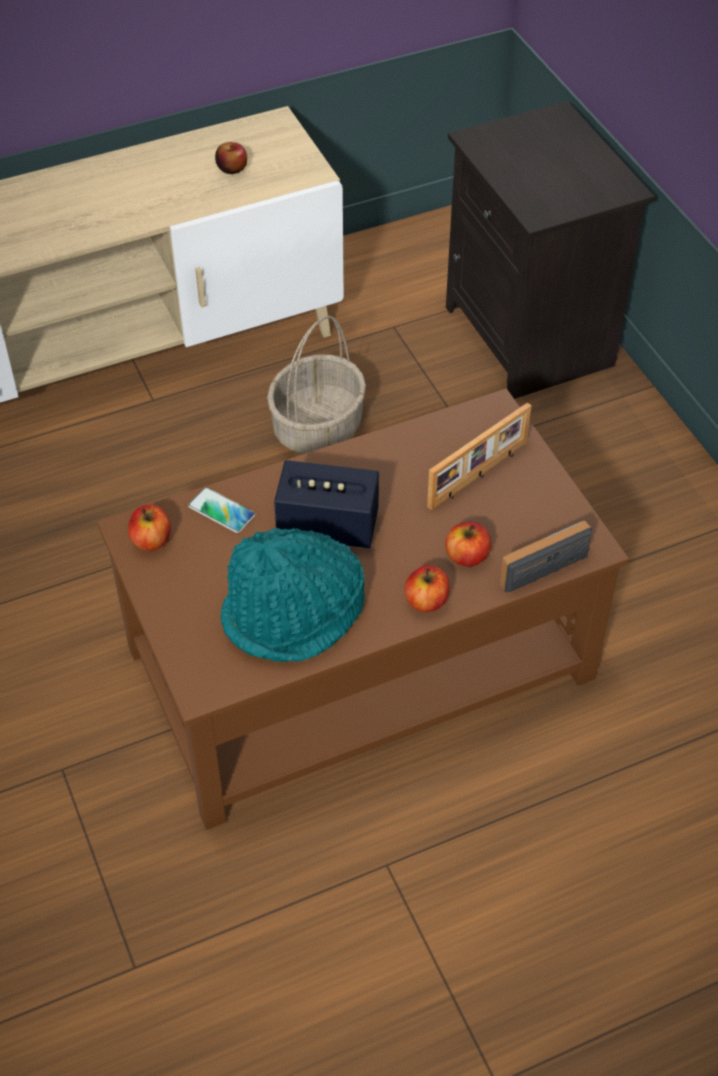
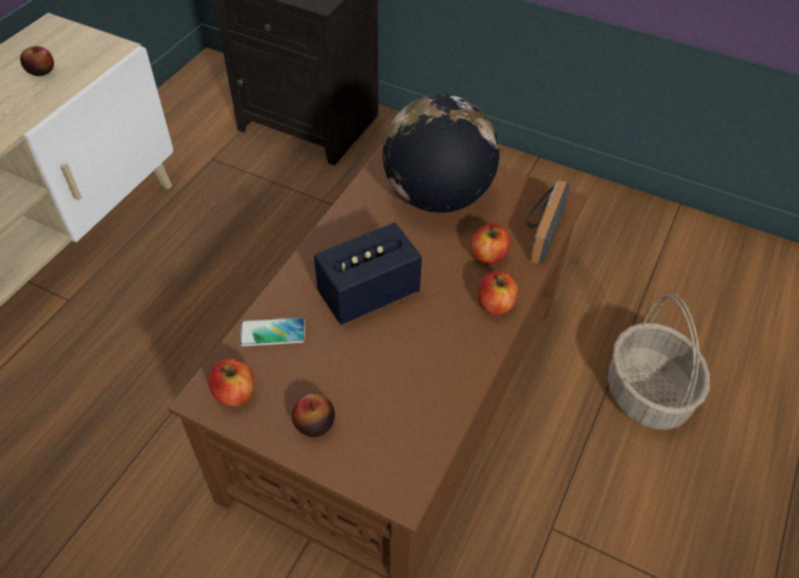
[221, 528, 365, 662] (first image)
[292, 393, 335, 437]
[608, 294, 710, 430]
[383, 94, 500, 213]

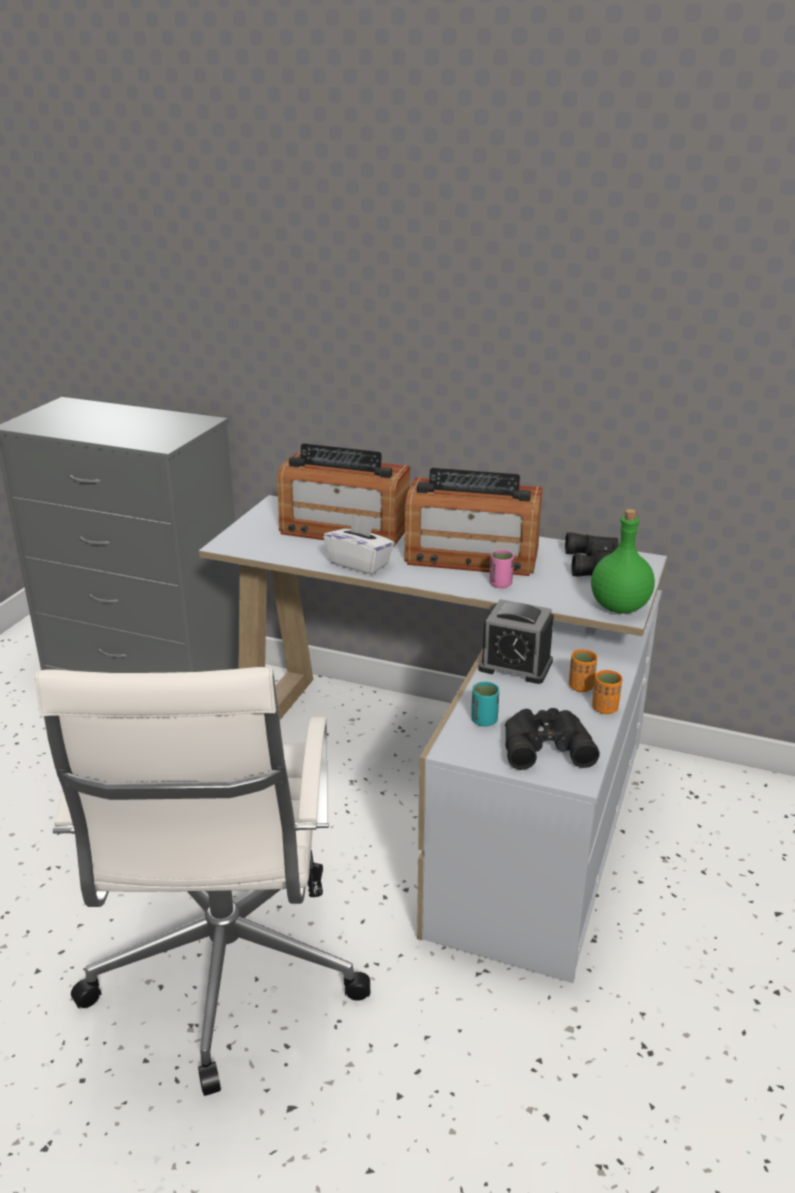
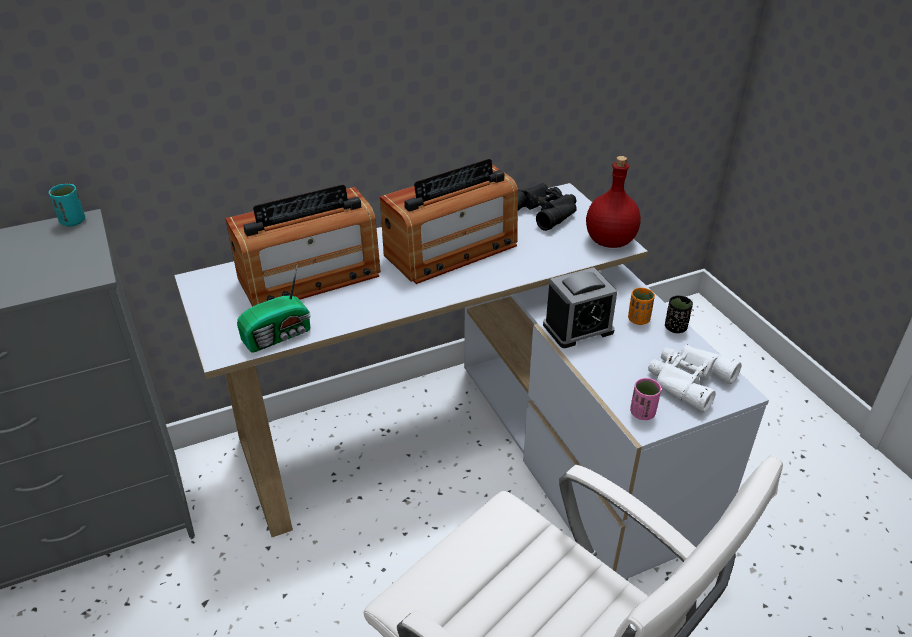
[324, 515, 395, 575] (first image)
[237, 263, 311, 353]
[49, 184, 85, 226]
[630, 378, 661, 420]
[648, 344, 742, 412]
[586, 156, 641, 248]
[665, 295, 693, 333]

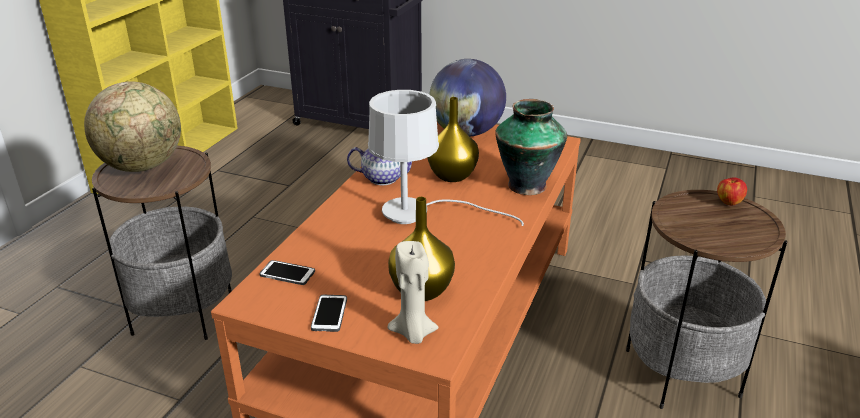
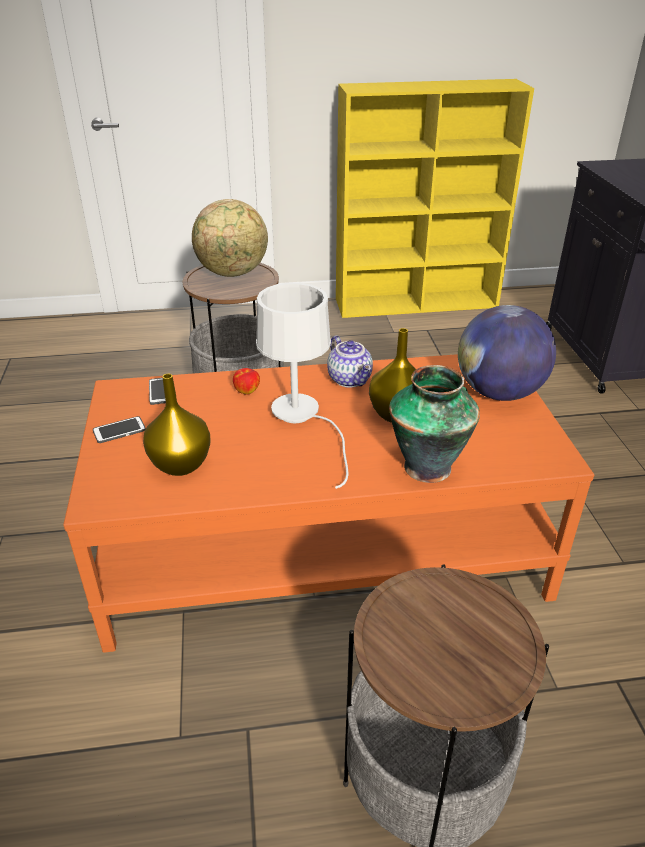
[387, 241, 439, 344] (first image)
[233, 368, 260, 395]

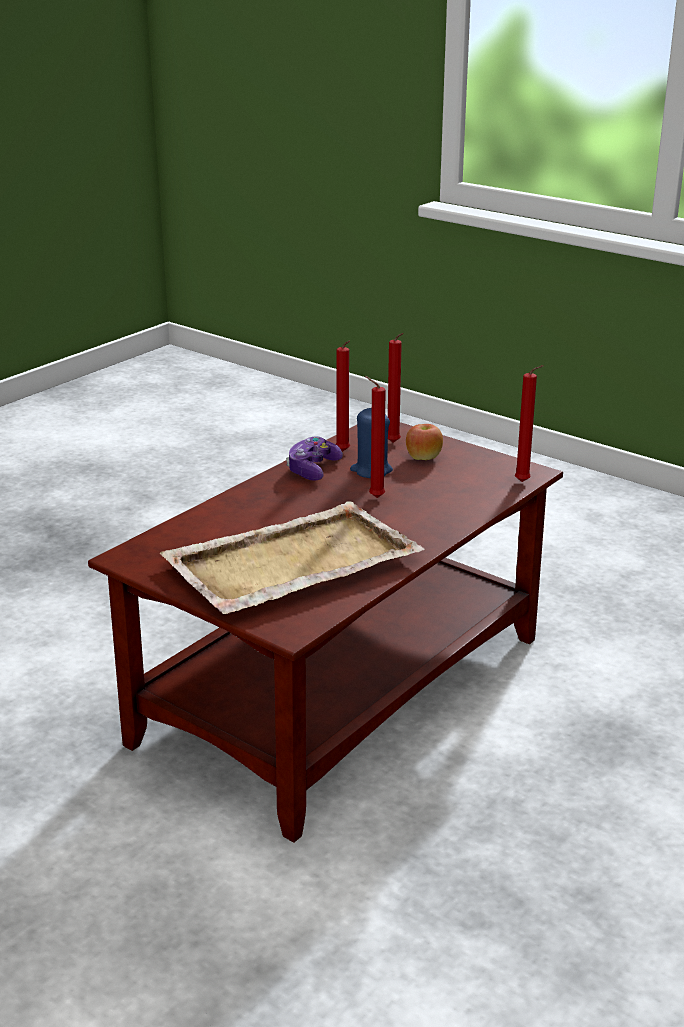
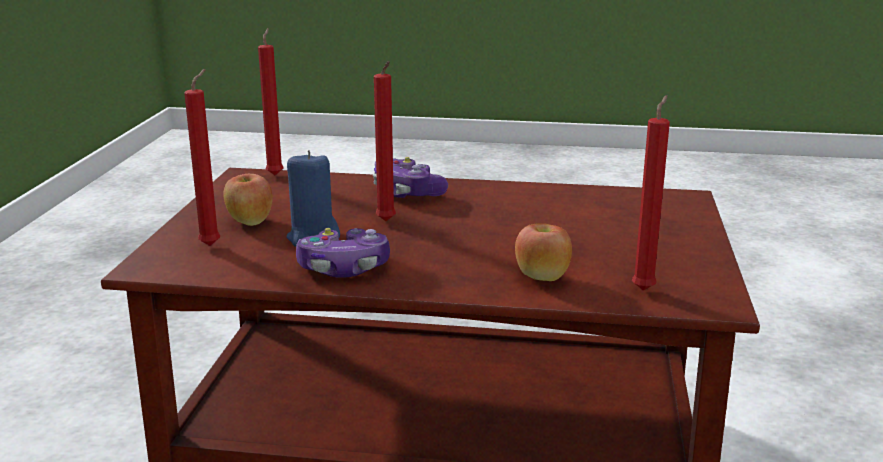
[159, 501, 425, 614] (first image)
[373, 157, 448, 198]
[515, 223, 572, 281]
[632, 95, 670, 291]

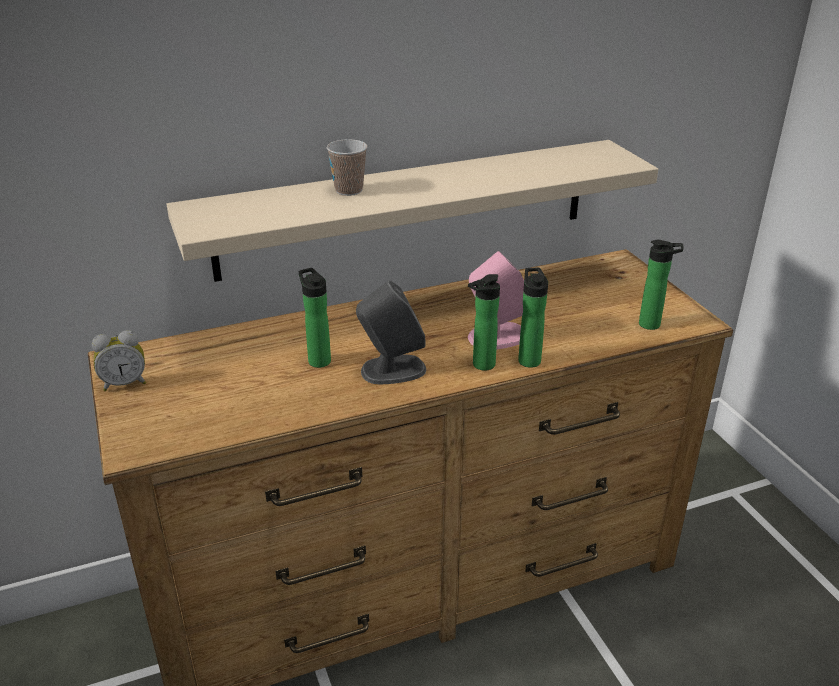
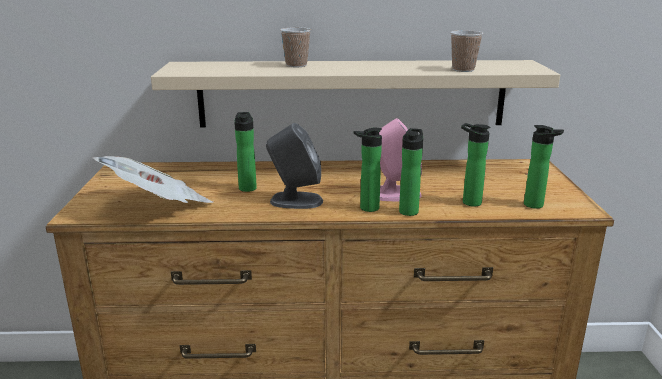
[92, 330, 146, 391] (first image)
[92, 156, 214, 203]
[450, 30, 483, 72]
[461, 123, 490, 207]

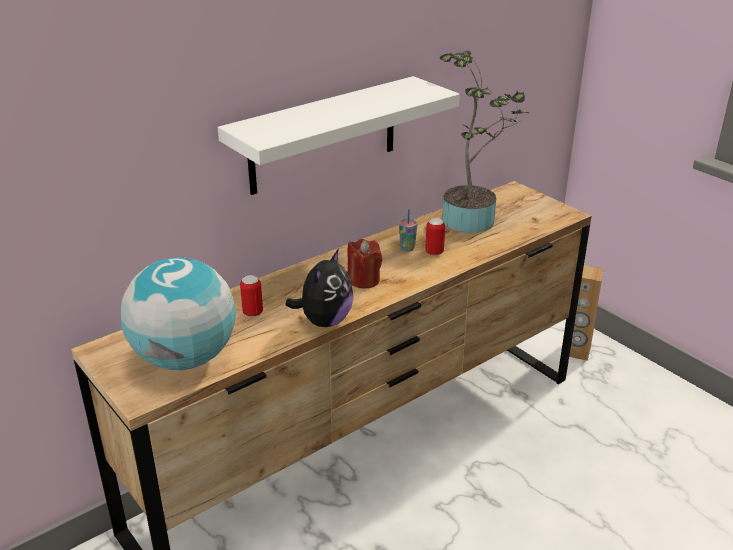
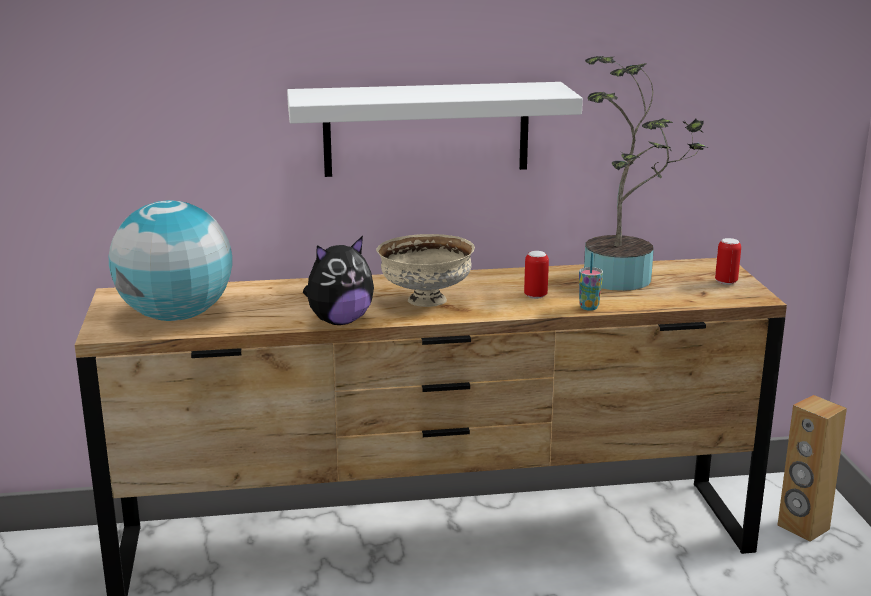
[715, 238, 741, 285]
[579, 253, 603, 311]
[376, 234, 475, 307]

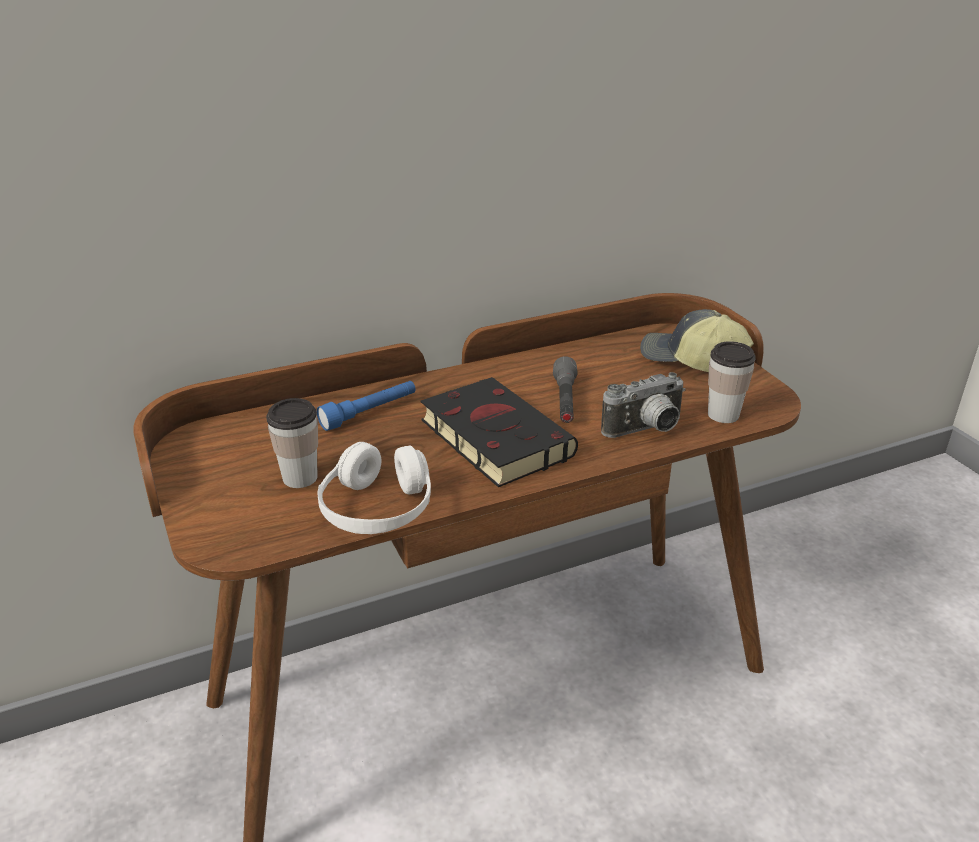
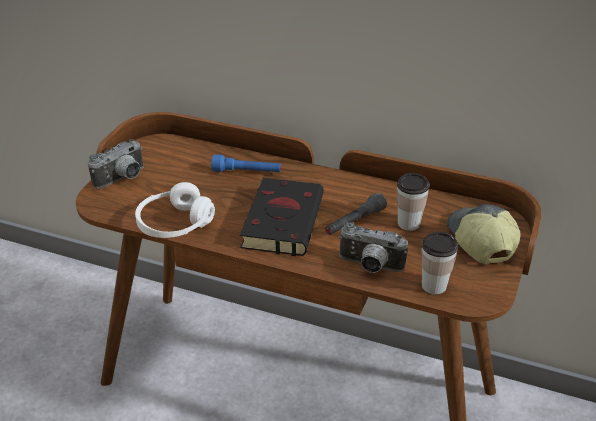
[88, 139, 143, 189]
[397, 173, 430, 231]

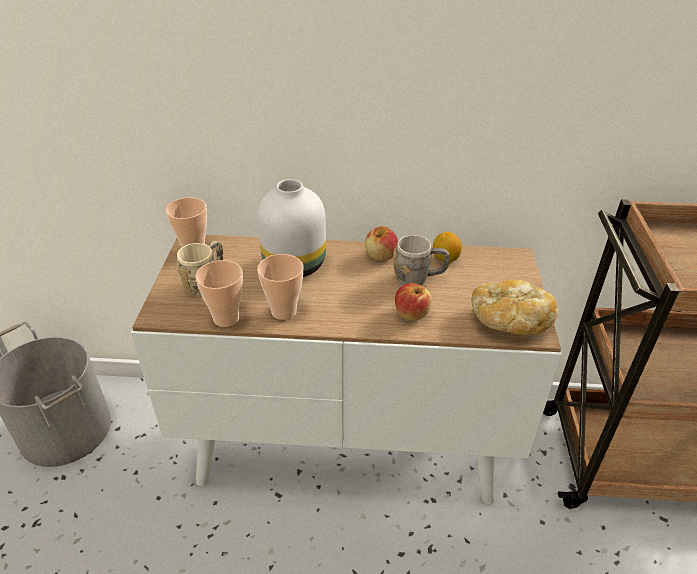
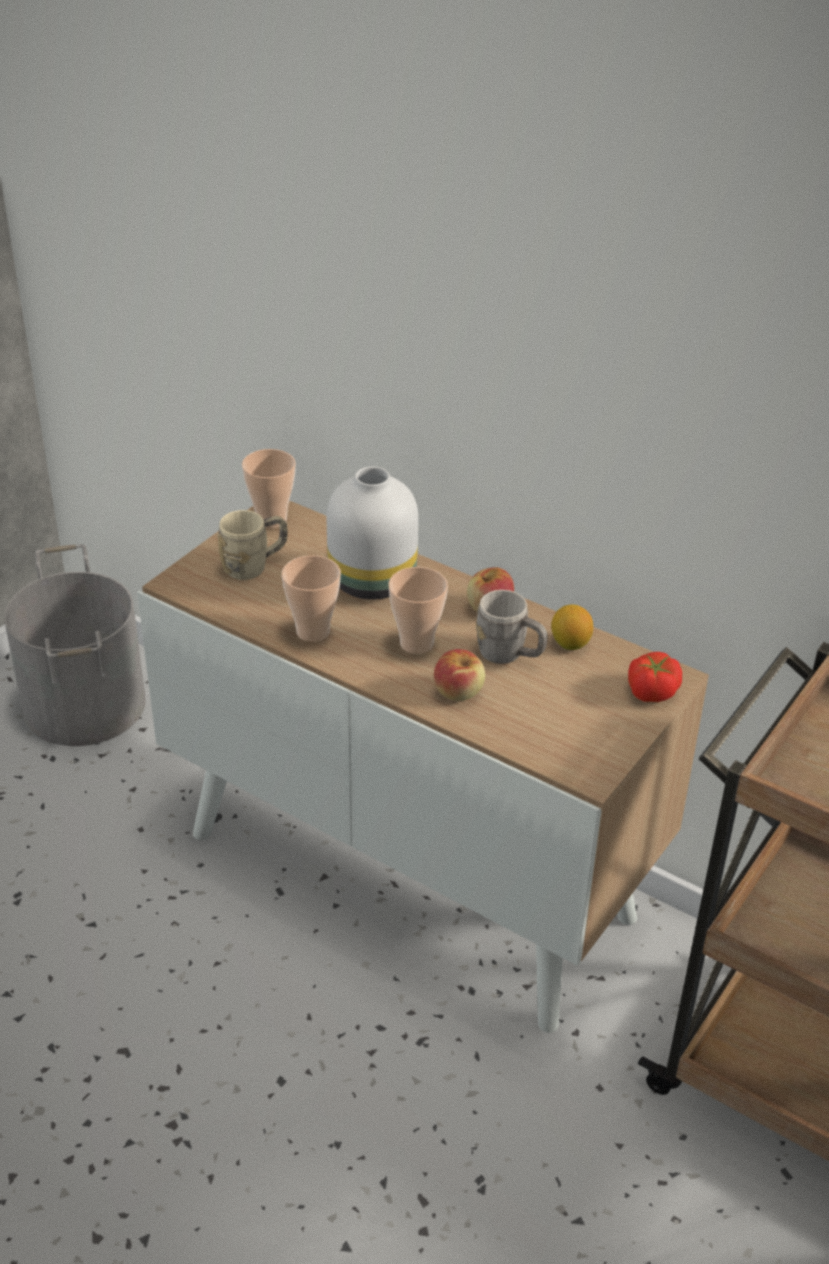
[472, 280, 558, 335] (first image)
[628, 652, 682, 702]
[388, 567, 448, 654]

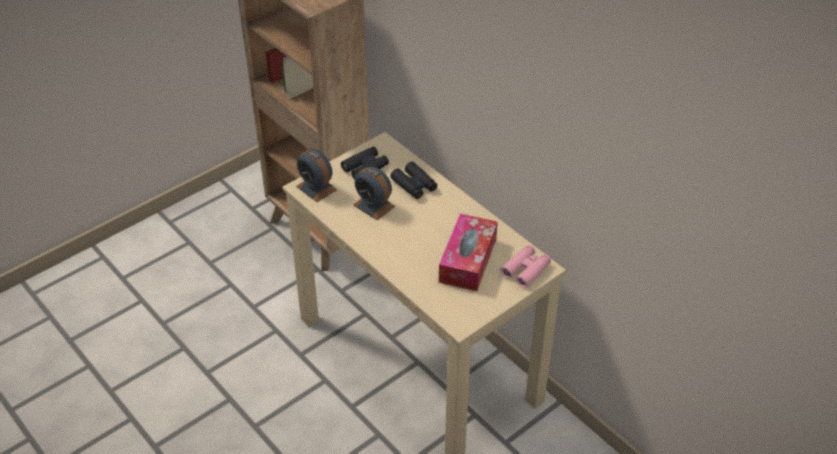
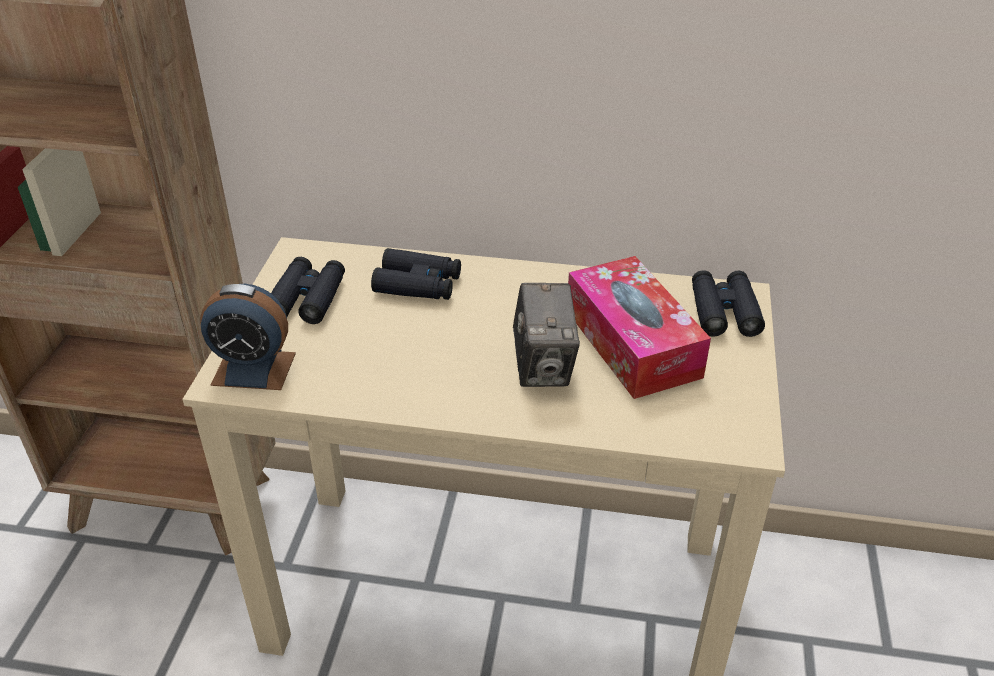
[353, 167, 395, 220] (first image)
[513, 283, 580, 387]
[692, 270, 765, 337]

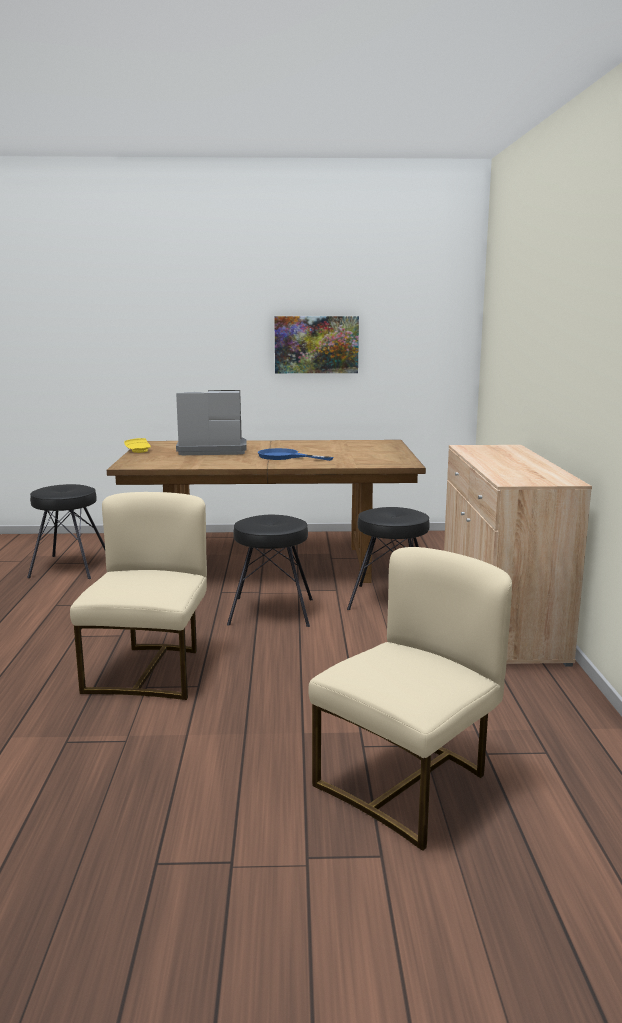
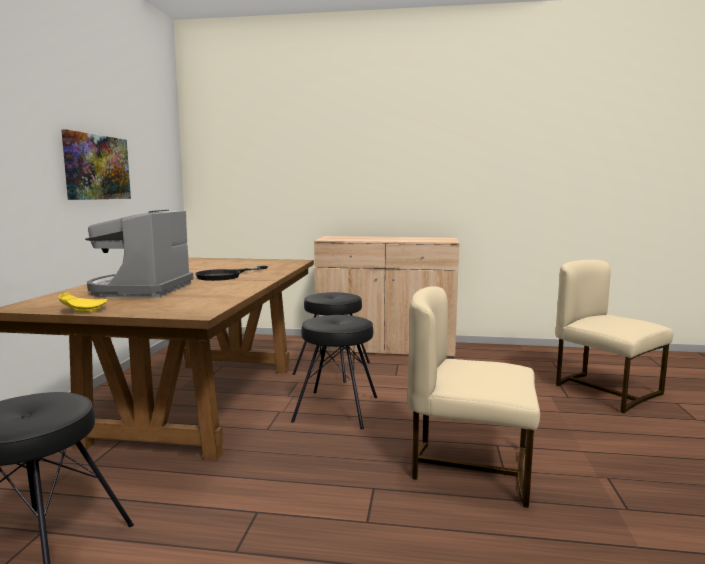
[195, 266, 268, 281]

